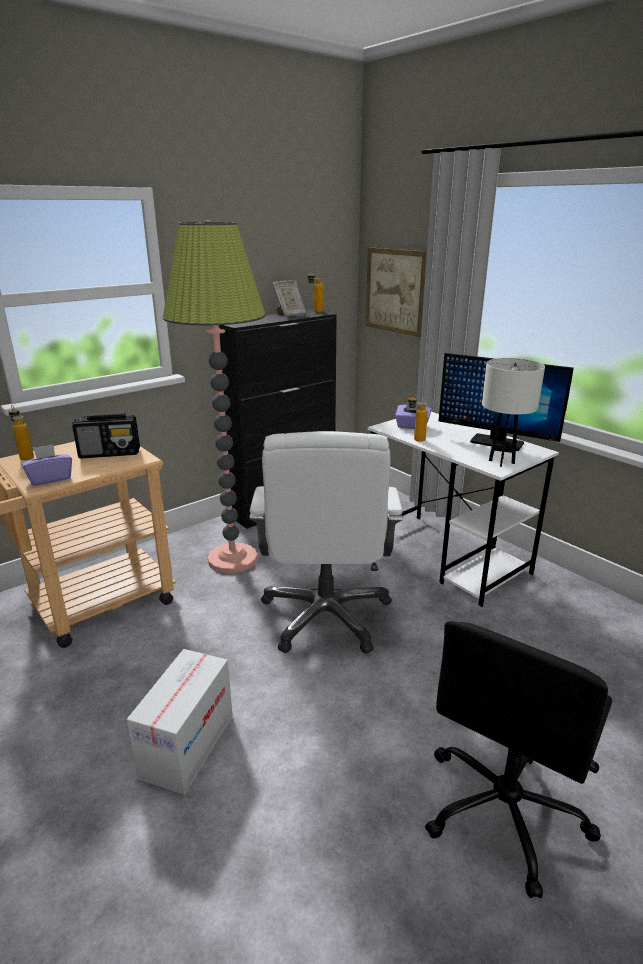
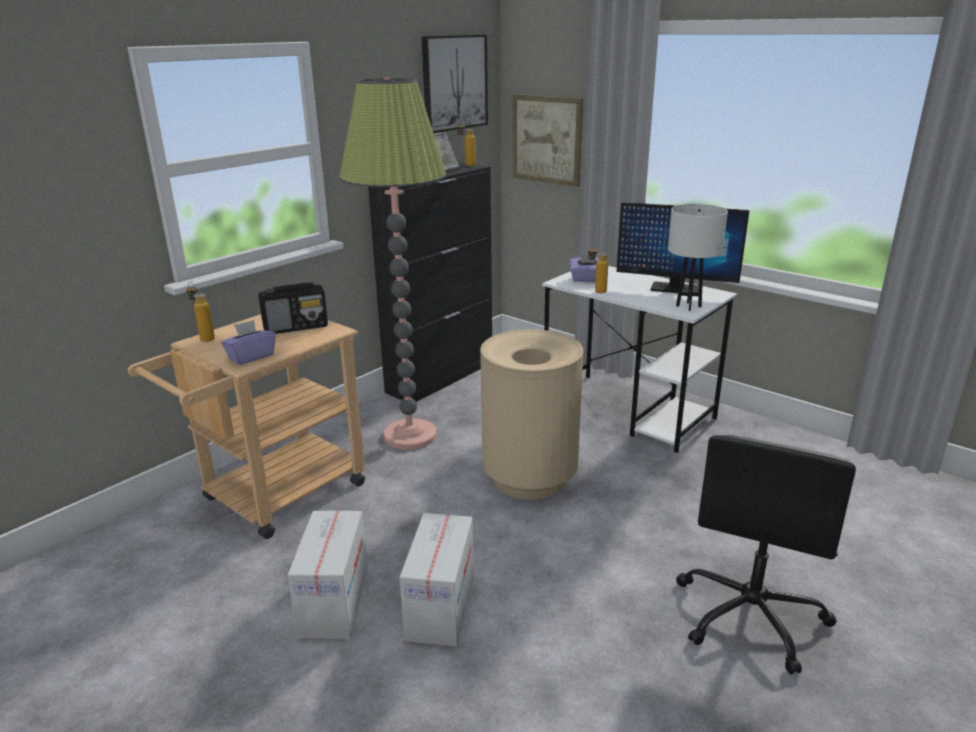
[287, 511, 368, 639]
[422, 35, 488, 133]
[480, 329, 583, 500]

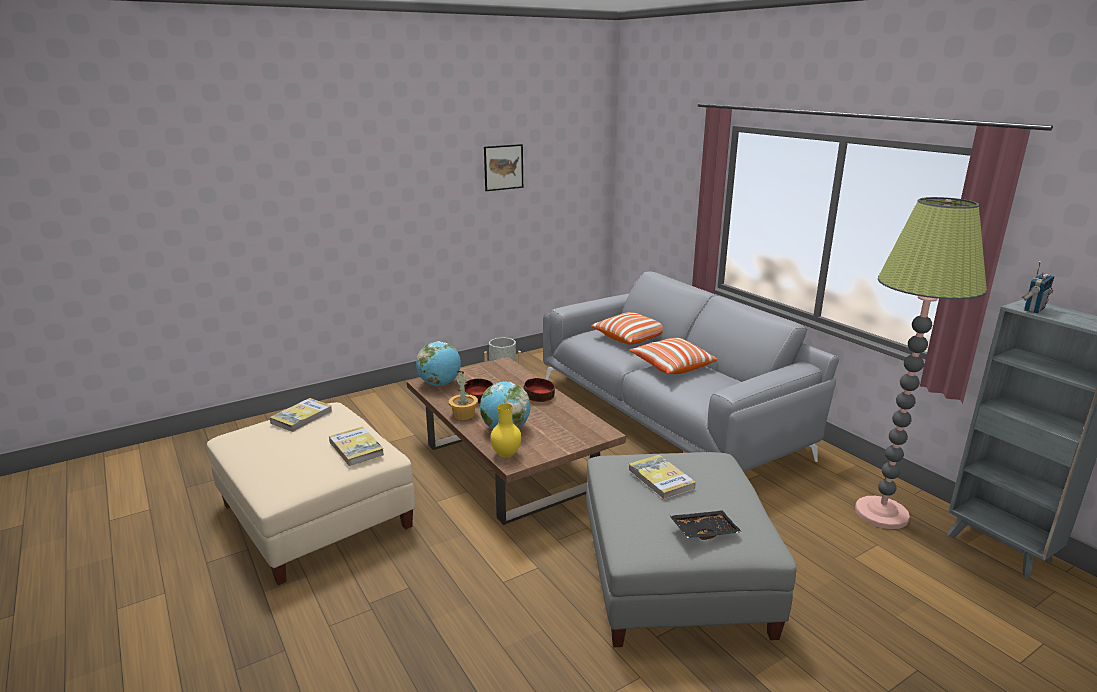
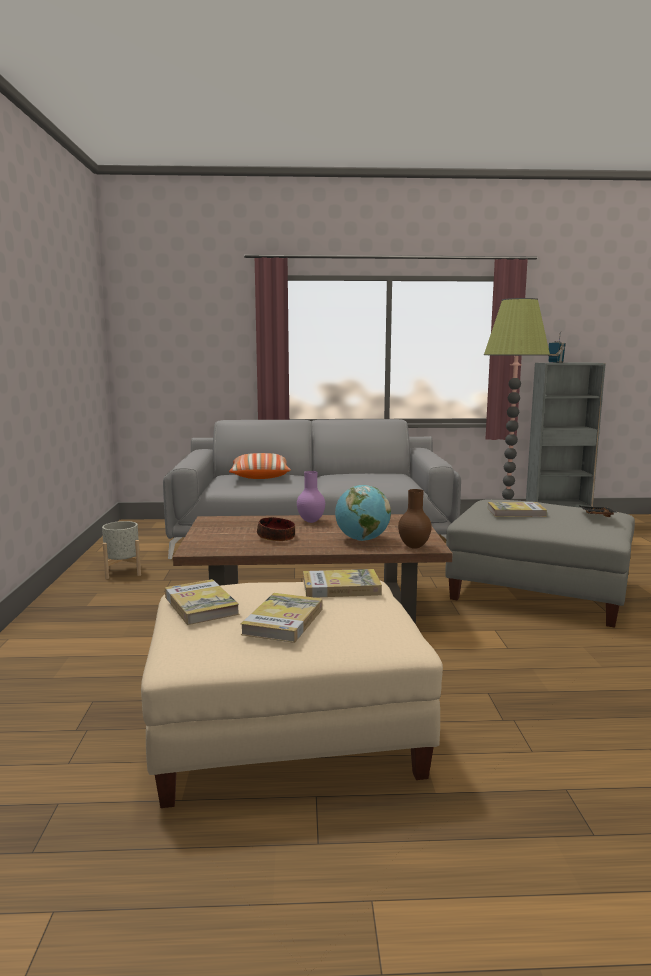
[416, 341, 461, 386] (first image)
[449, 371, 478, 420] (first image)
[484, 144, 523, 191] (first image)
[629, 338, 717, 374] (first image)
[240, 593, 323, 643]
[297, 471, 325, 523]
[398, 489, 432, 549]

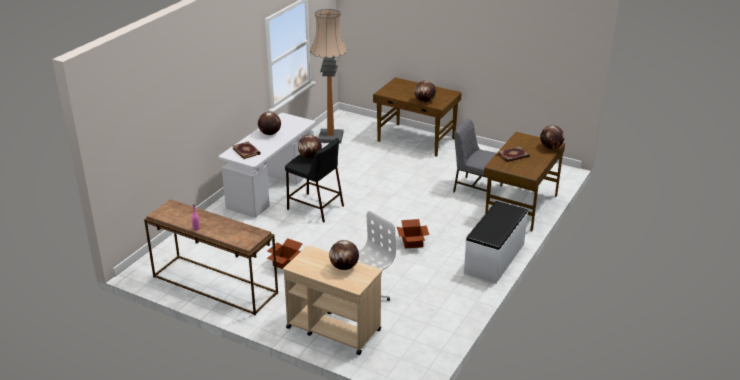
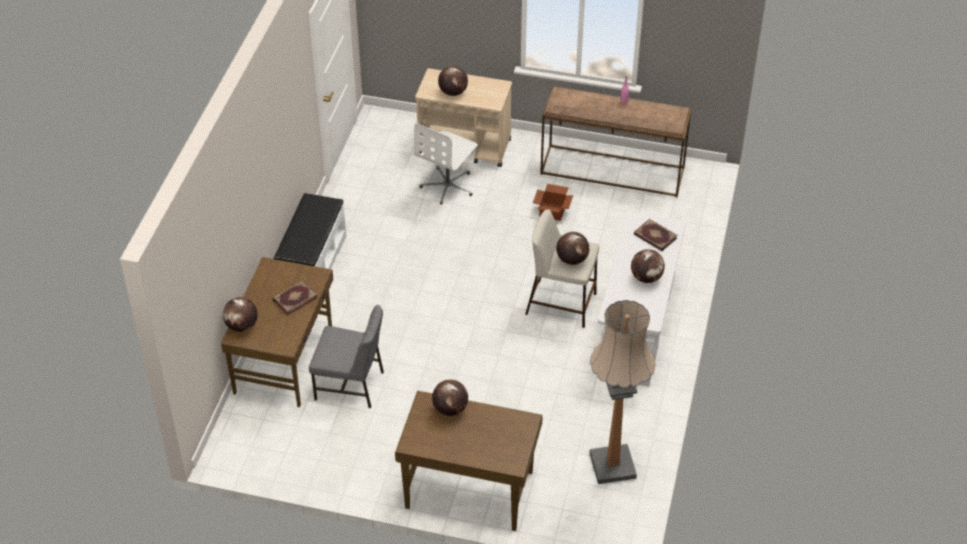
[397, 219, 429, 249] (first image)
[525, 209, 599, 328]

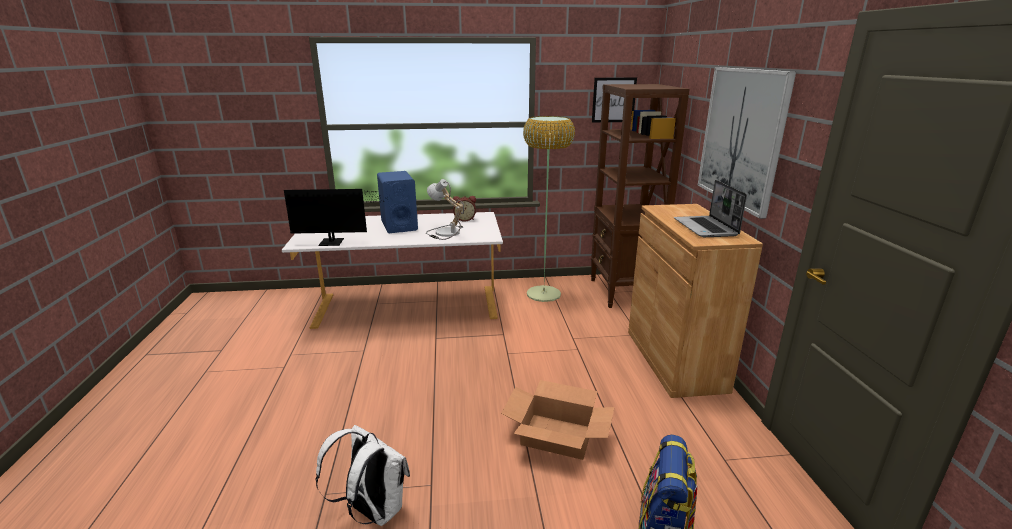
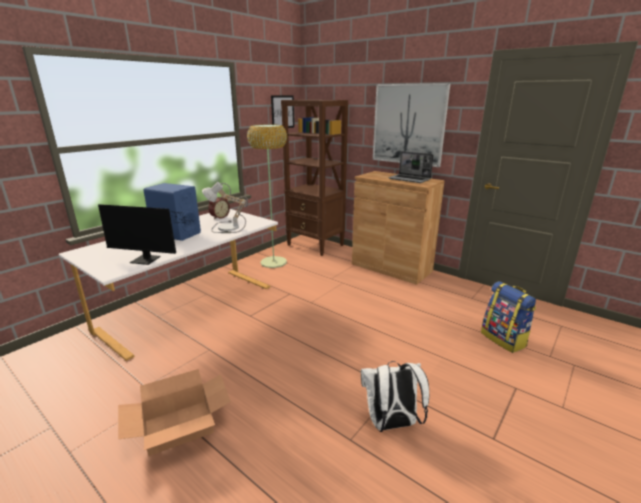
[118, 369, 231, 456]
[98, 204, 195, 265]

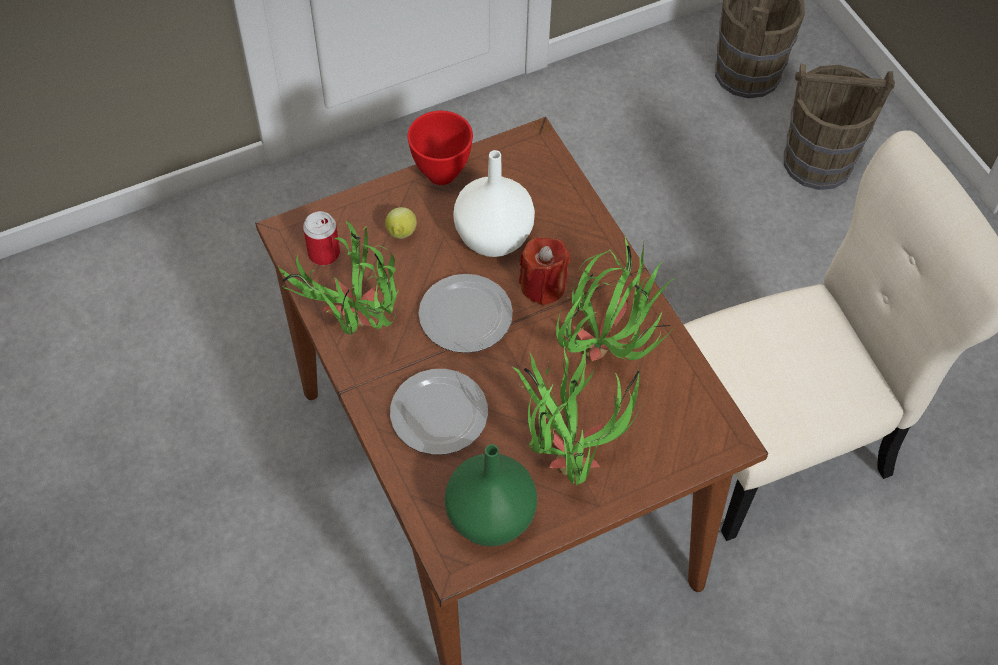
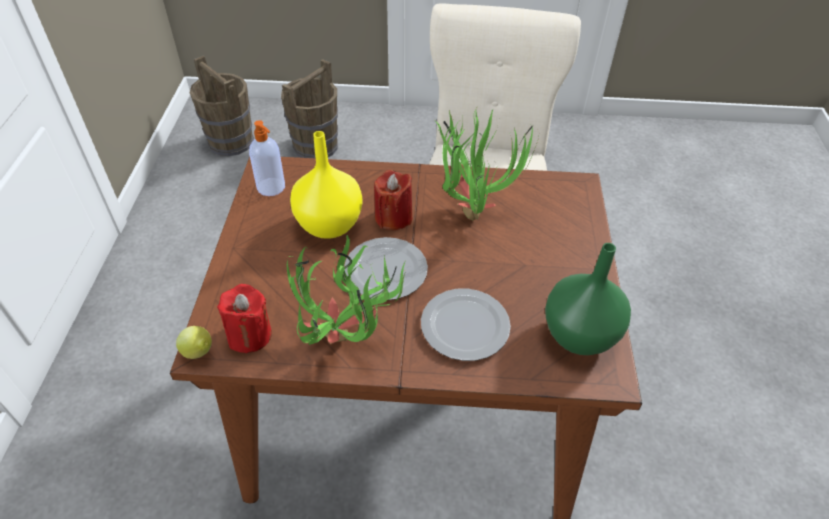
[408, 111, 473, 185] (first image)
[512, 344, 648, 485] (first image)
[249, 120, 285, 196]
[176, 326, 212, 359]
[217, 284, 272, 353]
[290, 131, 362, 239]

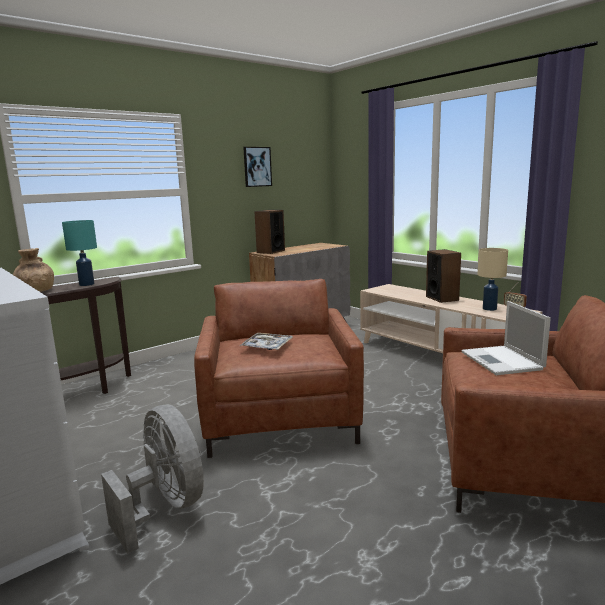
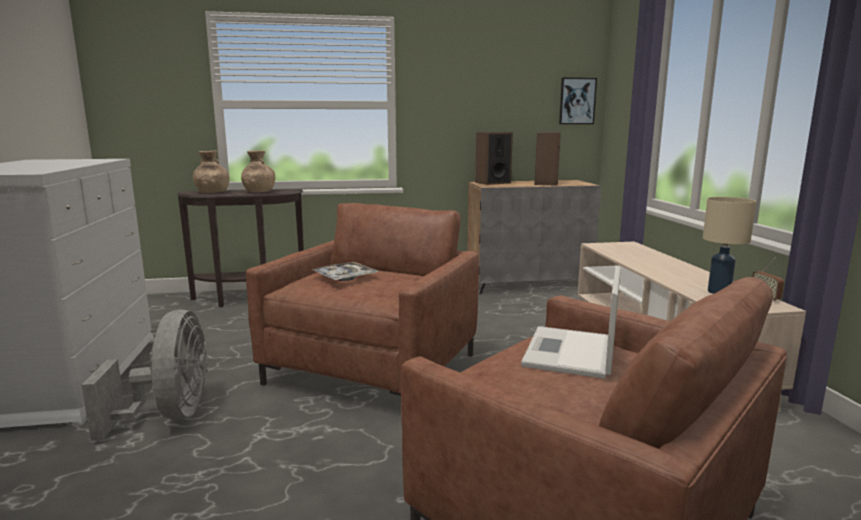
[559, 78, 597, 124]
[534, 132, 561, 185]
[241, 151, 275, 193]

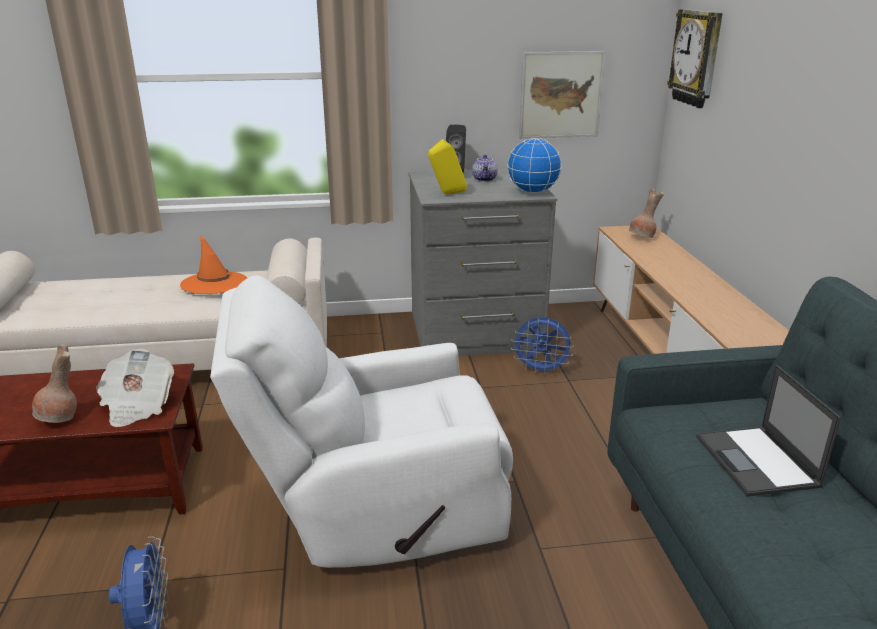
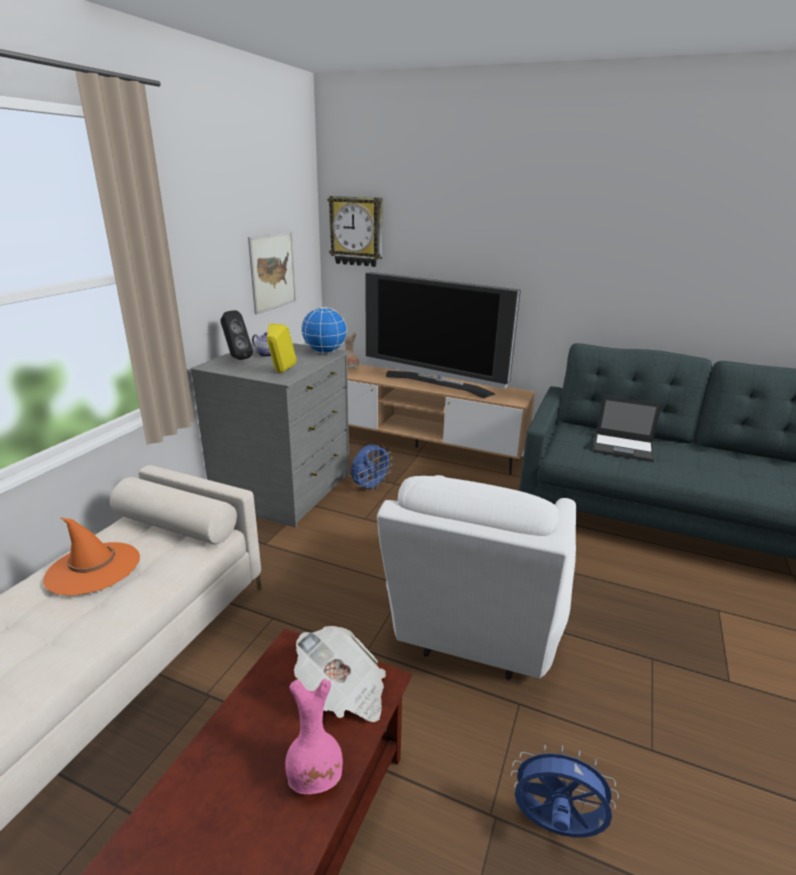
[365, 272, 521, 398]
[285, 679, 343, 794]

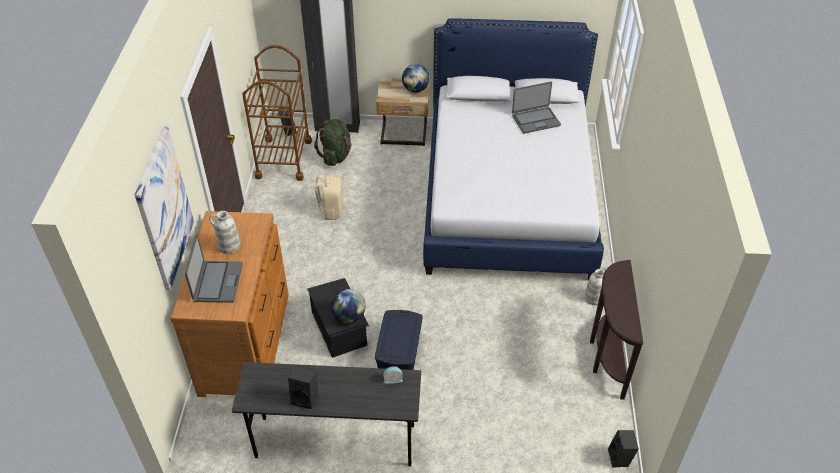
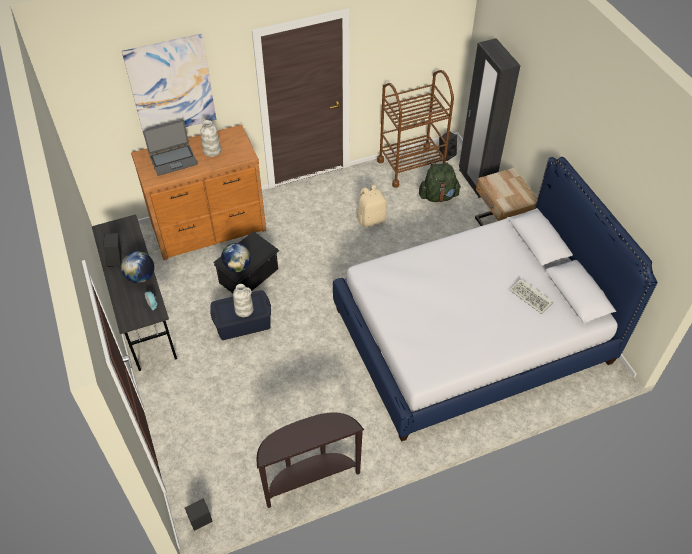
[121, 251, 154, 283]
[233, 284, 254, 317]
[510, 278, 553, 314]

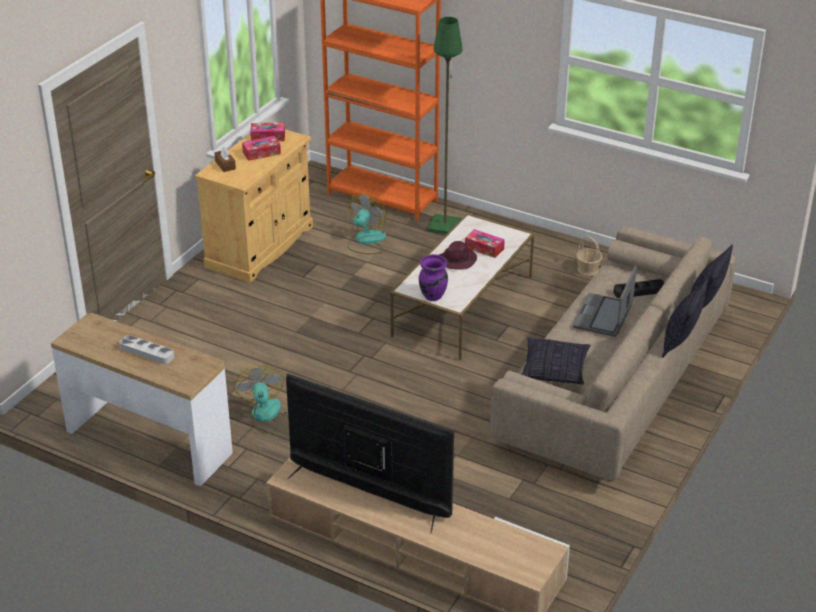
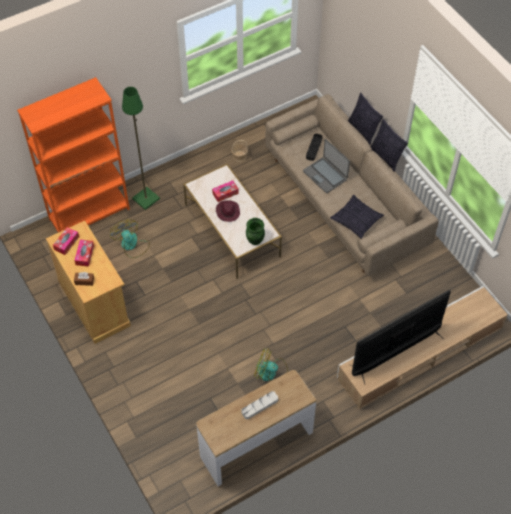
[246, 218, 265, 245]

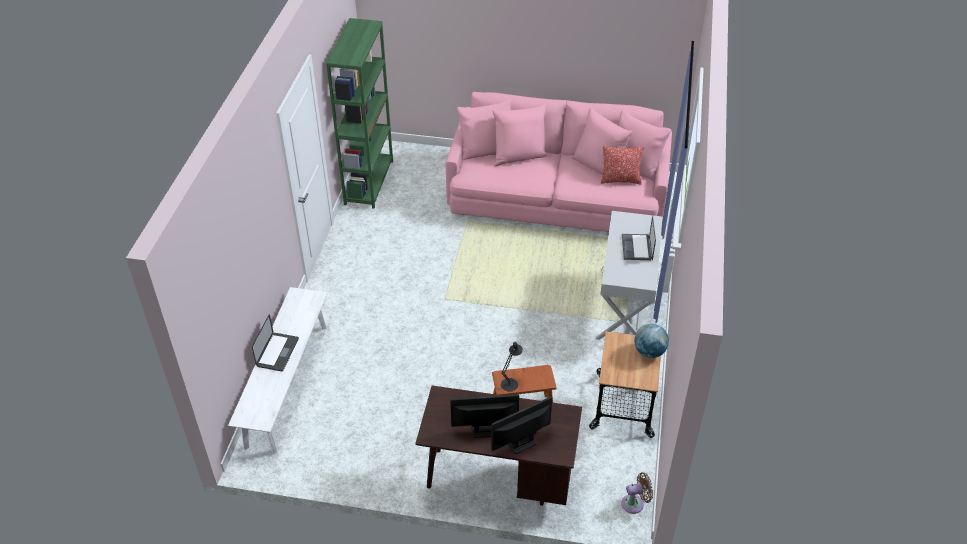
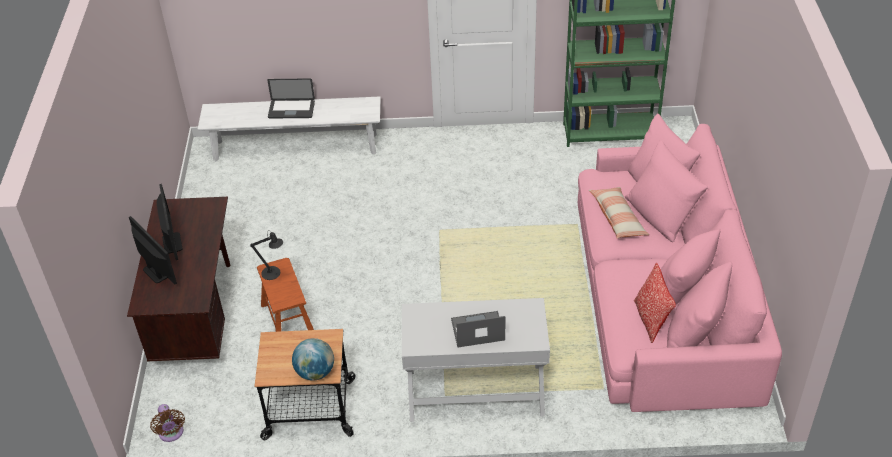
[589, 187, 649, 239]

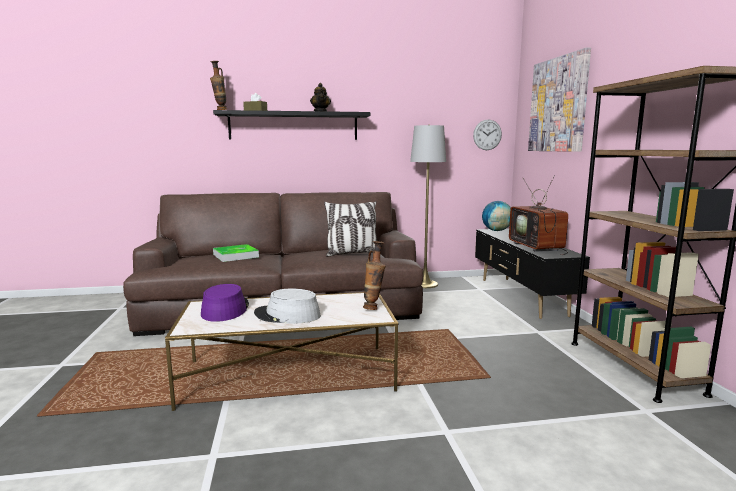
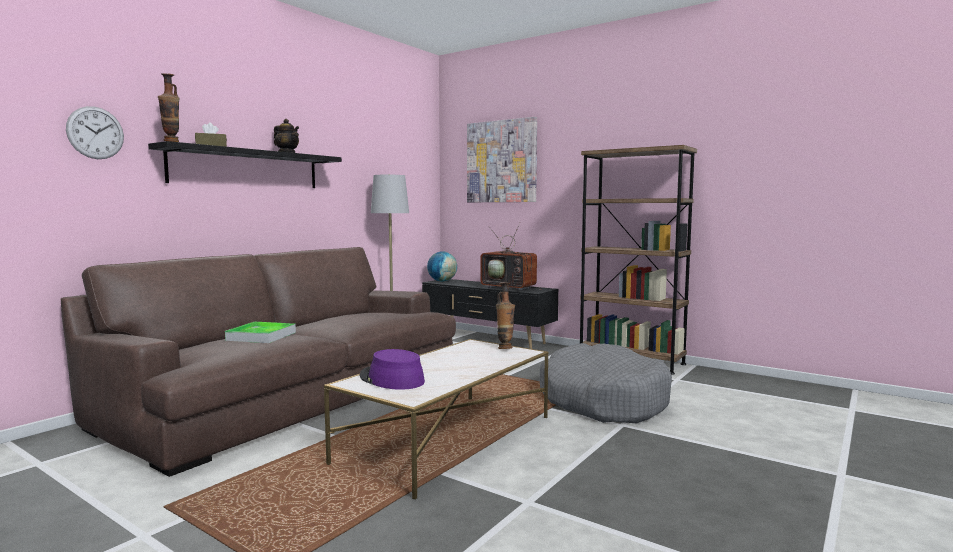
[254, 289, 321, 323] (first image)
[324, 201, 377, 257] (first image)
[540, 343, 672, 423]
[66, 106, 124, 159]

